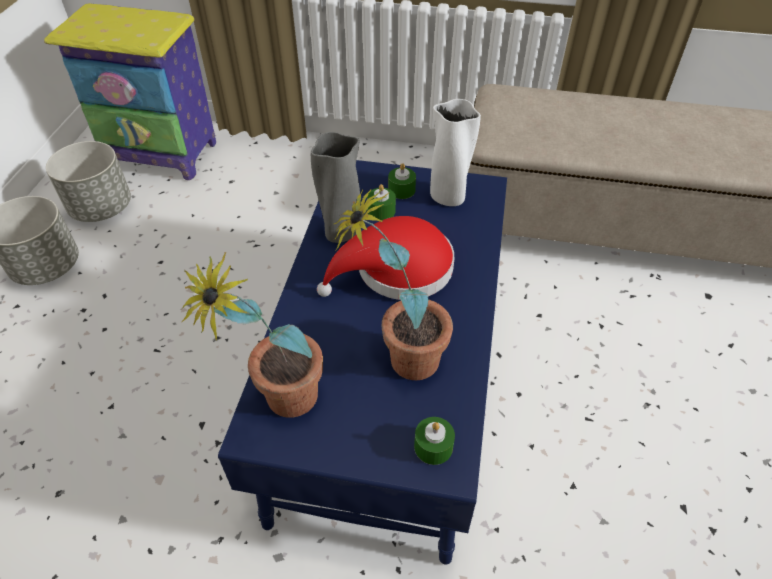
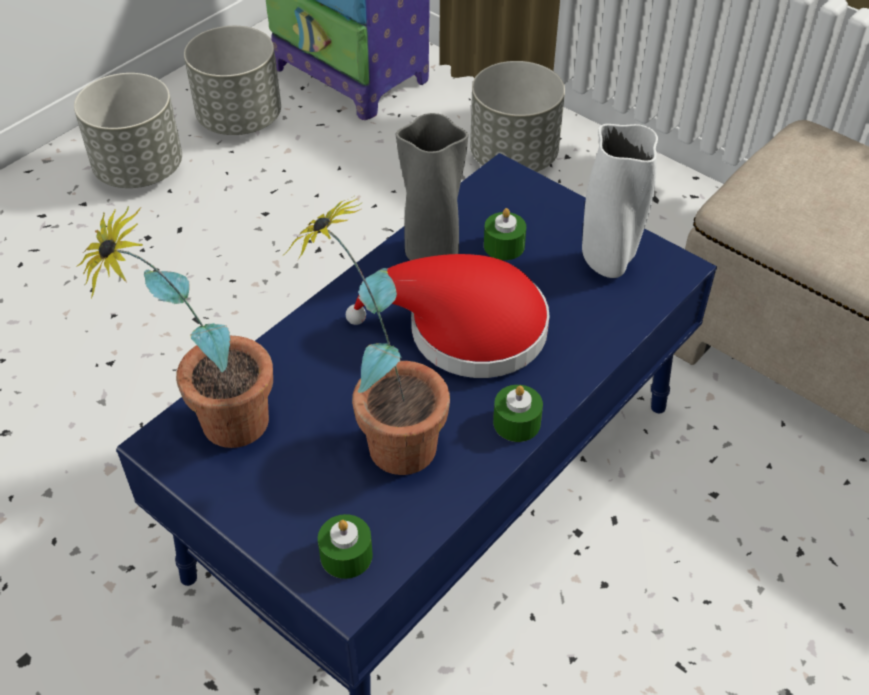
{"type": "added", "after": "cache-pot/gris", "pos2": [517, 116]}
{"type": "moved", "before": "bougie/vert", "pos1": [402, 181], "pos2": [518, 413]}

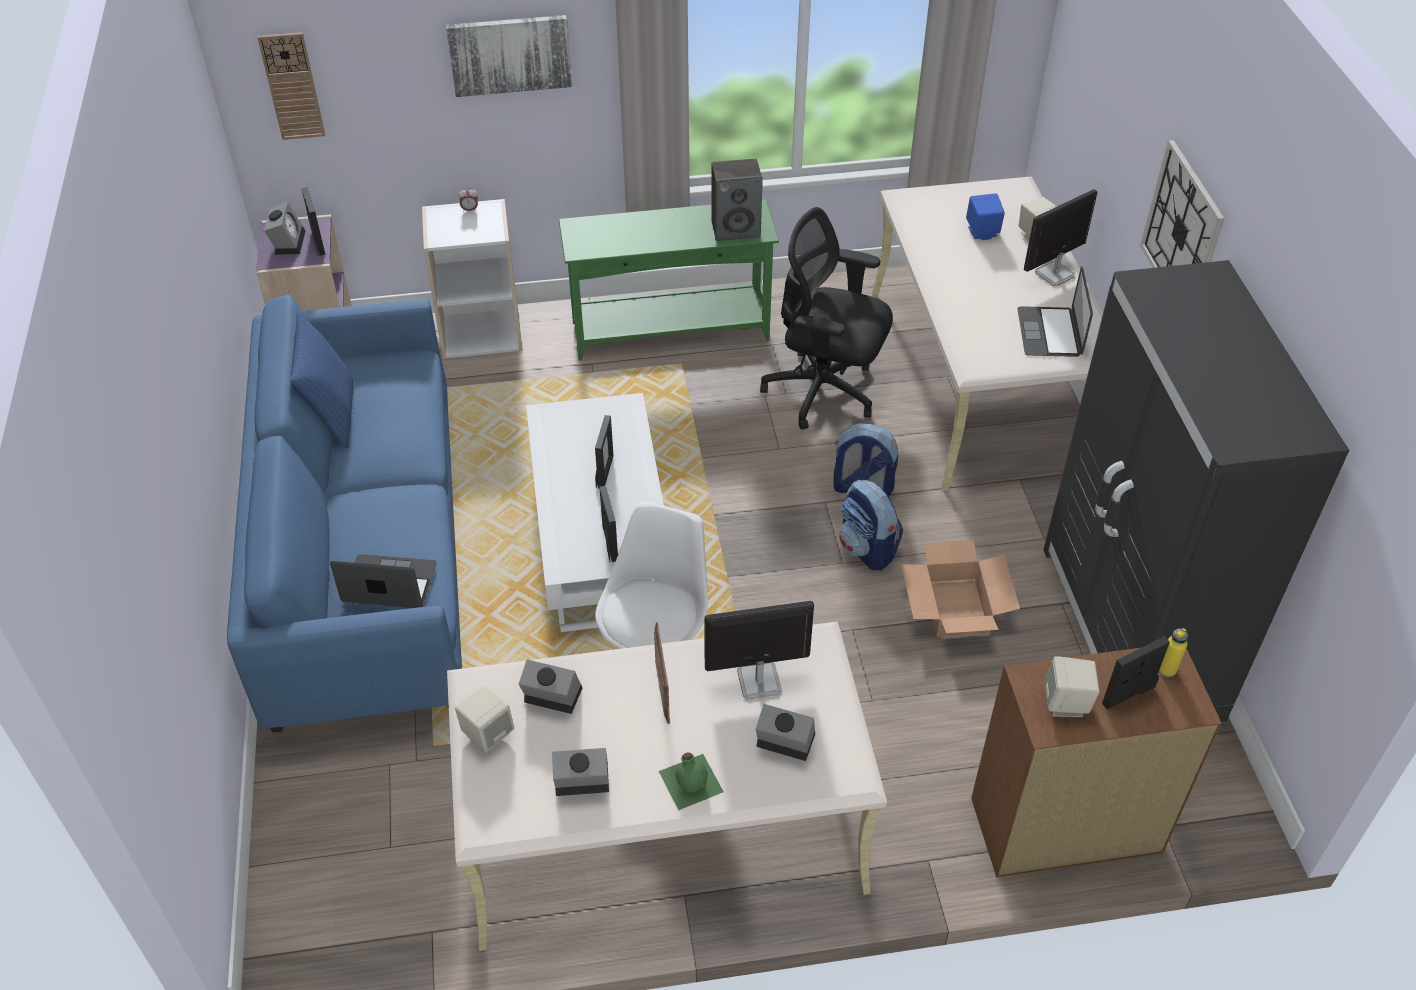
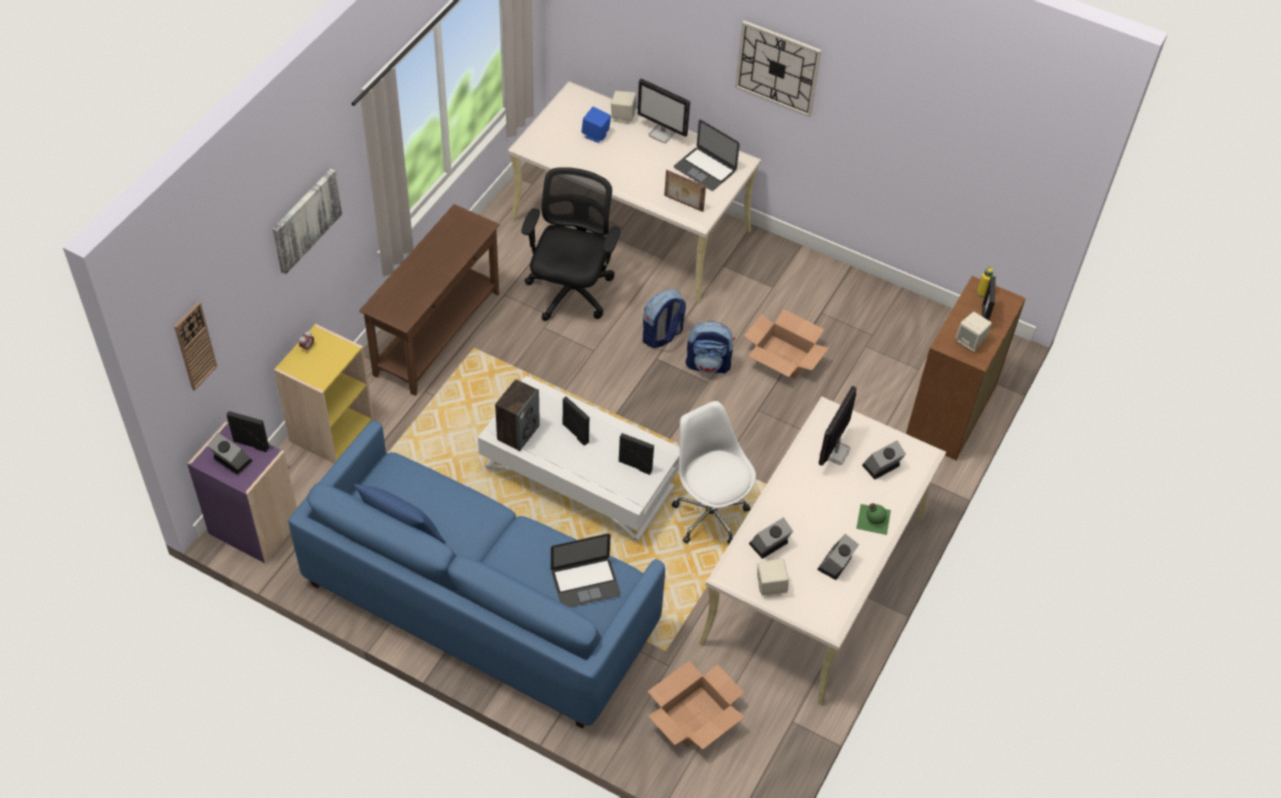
{"type": "recoloured", "before": "bibliothèque/blanc", "after": "bibliothèque/jaune", "pos1": [472, 279], "pos2": [324, 394]}
{"type": "recoloured", "before": "table console/vert", "after": "table console/marron", "pos1": [669, 280], "pos2": [429, 300]}
{"type": "moved", "before": "enceinte", "pos1": [737, 199], "pos2": [517, 415]}
{"type": "turned", "before": "chaise de bureau/noir", "pos1": [826, 318], "pos2": [570, 244], "turn": 135}
{"type": "turned", "before": "ordinateur portable", "pos1": [383, 581], "pos2": [586, 570], "turn": -150}
{"type": "turned", "before": "écran d'ordinateur", "pos1": [1060, 237], "pos2": [663, 110], "turn": -60}
{"type": "added", "after": "carton", "pos2": [696, 705]}
{"type": "moved", "before": "cadre photo", "pos1": [662, 673], "pos2": [685, 191]}
{"type": "removed", "before": "meuble de rangement/noir", "pos1": [1196, 491]}

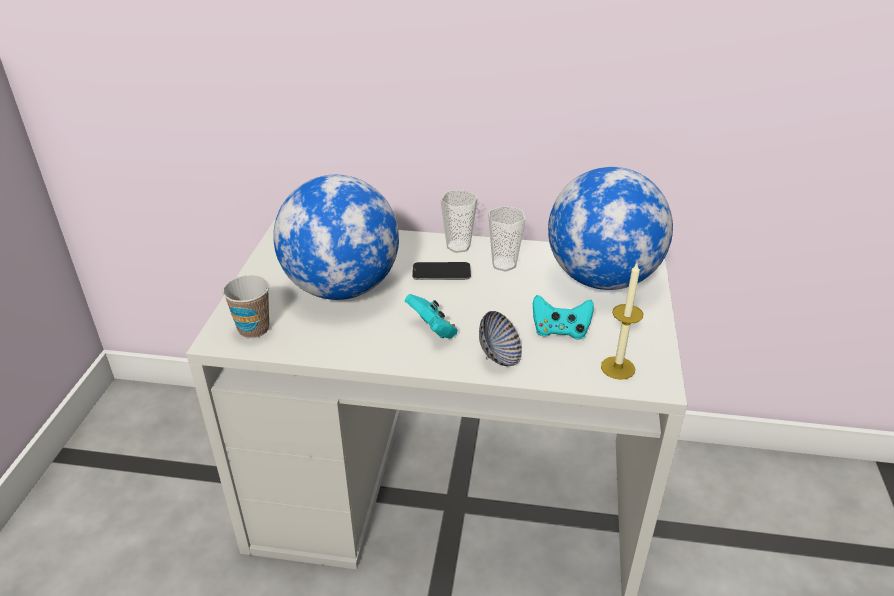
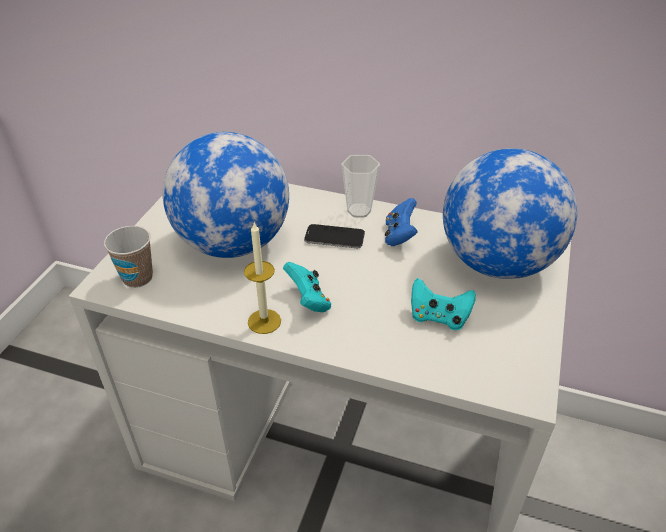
{"type": "moved", "before": "bougie", "pos1": [622, 321], "pos2": [262, 278]}
{"type": "replaced", "before": "tasse", "after": "manette/bleu", "pos1": [507, 238], "pos2": [401, 222]}
{"type": "removed", "before": "bol", "pos1": [500, 338]}

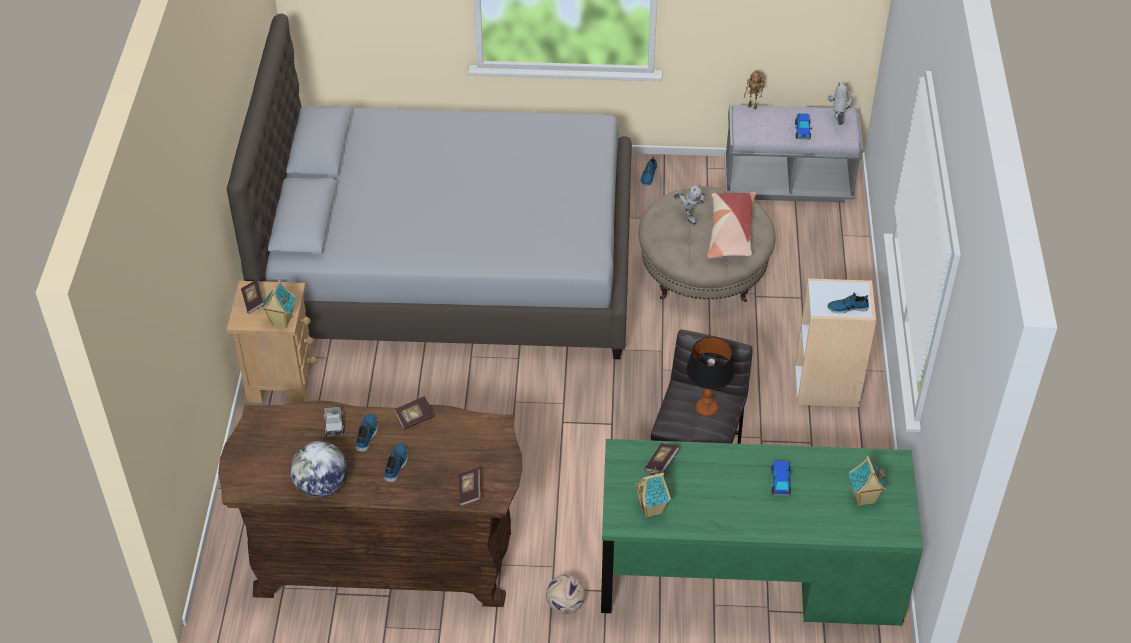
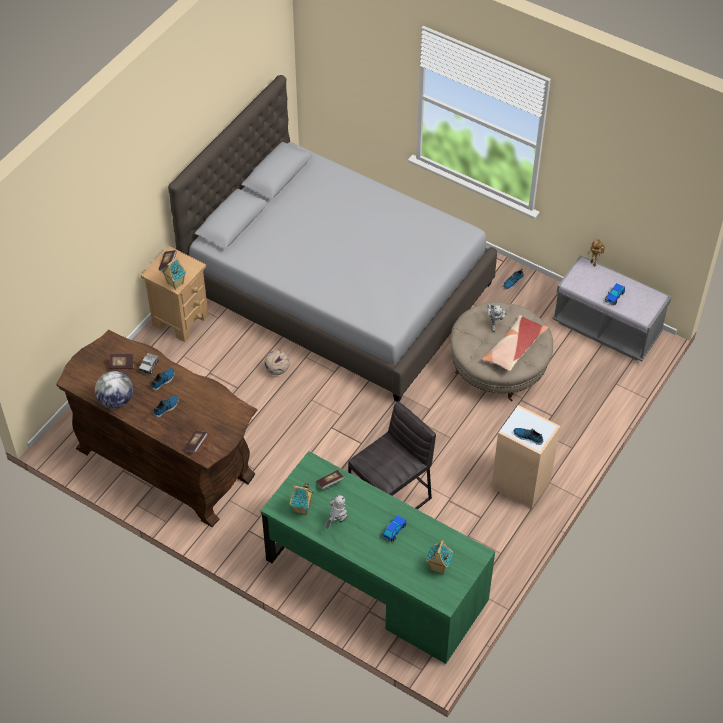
{"type": "moved", "before": "livre", "pos1": [414, 413], "pos2": [121, 361]}
{"type": "moved", "before": "ballon de foot", "pos1": [565, 594], "pos2": [277, 362]}
{"type": "moved", "before": "robot jouet", "pos1": [840, 104], "pos2": [336, 511]}
{"type": "removed", "before": "lampe de table", "pos1": [710, 377]}

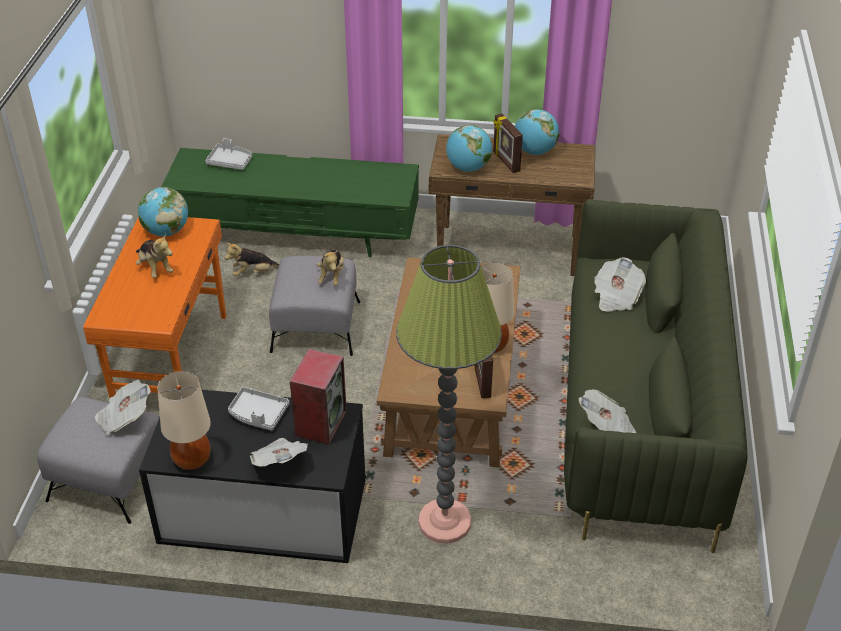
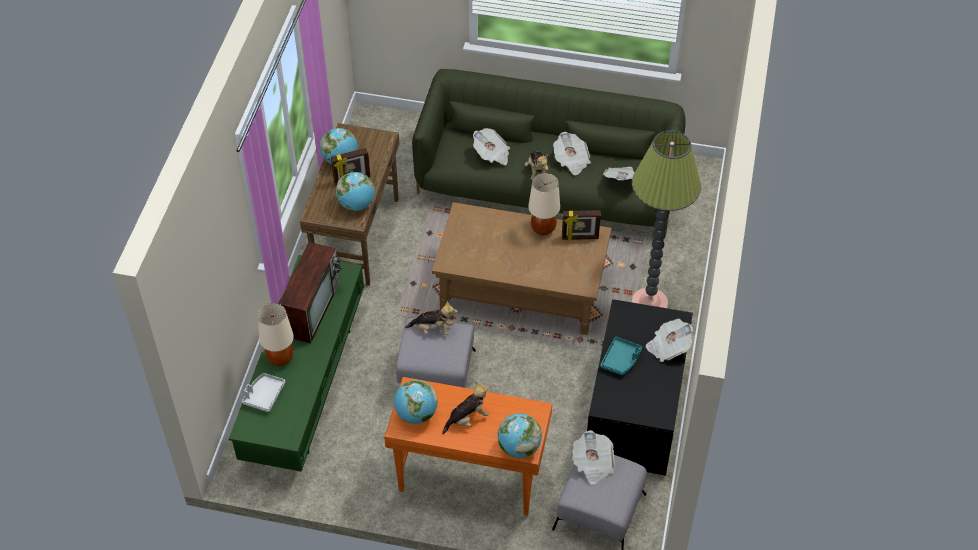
{"type": "moved", "before": "lampe de table/beige", "pos1": [184, 420], "pos2": [276, 334]}
{"type": "added", "after": "téléviseur", "pos2": [310, 293]}
{"type": "added", "after": "globe", "pos2": [520, 435]}
{"type": "moved", "before": "peluche", "pos1": [252, 259], "pos2": [536, 165]}
{"type": "added", "after": "journal", "pos2": [572, 153]}
{"type": "recoloured", "before": "plateau/gris", "after": "plateau/turquoise", "pos1": [258, 409], "pos2": [621, 356]}
{"type": "removed", "before": "enceinte", "pos1": [318, 397]}

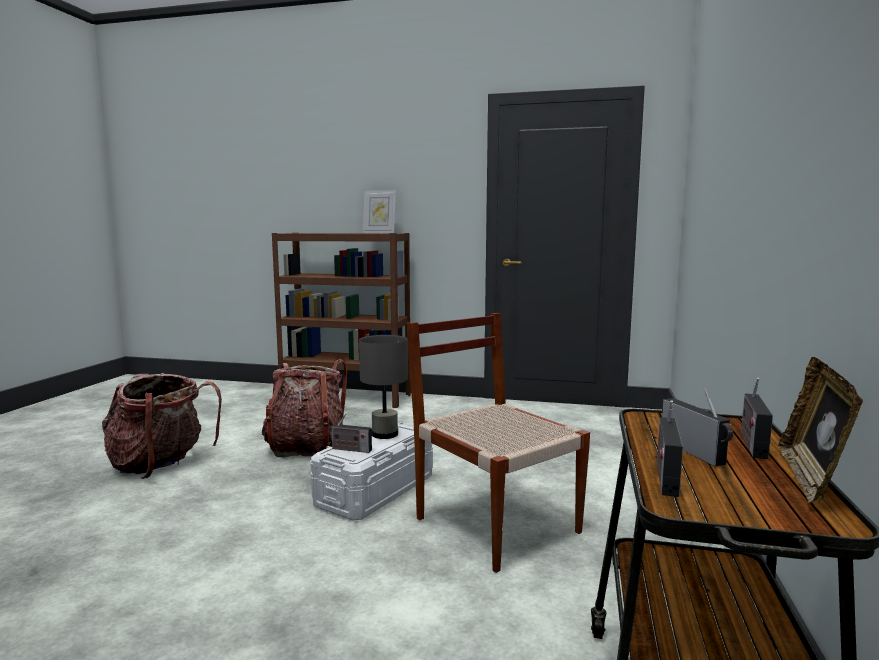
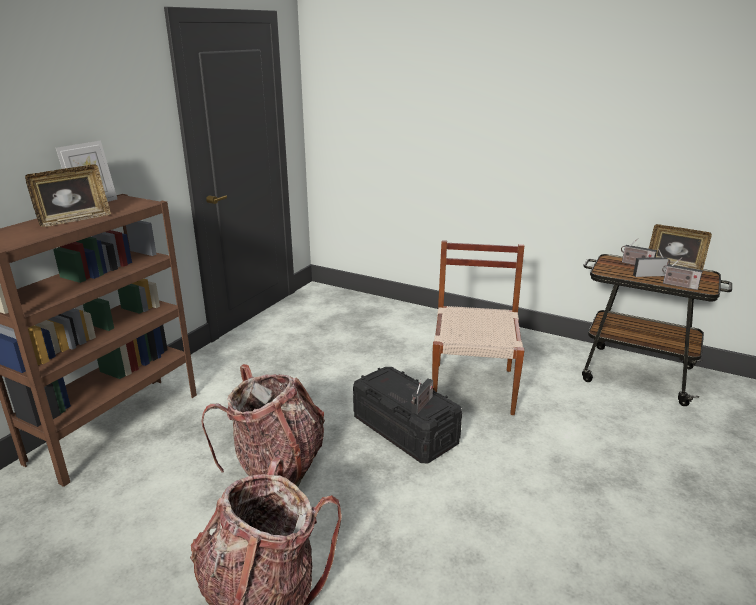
{"type": "added", "after": "cadre photo", "pos2": [68, 195]}
{"type": "recoloured", "before": "boîte de rangement/blanc", "after": "boîte de rangement/noir", "pos1": [372, 471], "pos2": [407, 415]}
{"type": "turned", "before": "chaise", "pos1": [498, 443], "pos2": [478, 327], "turn": 120}
{"type": "removed", "before": "lampe de table/gris", "pos1": [383, 387]}

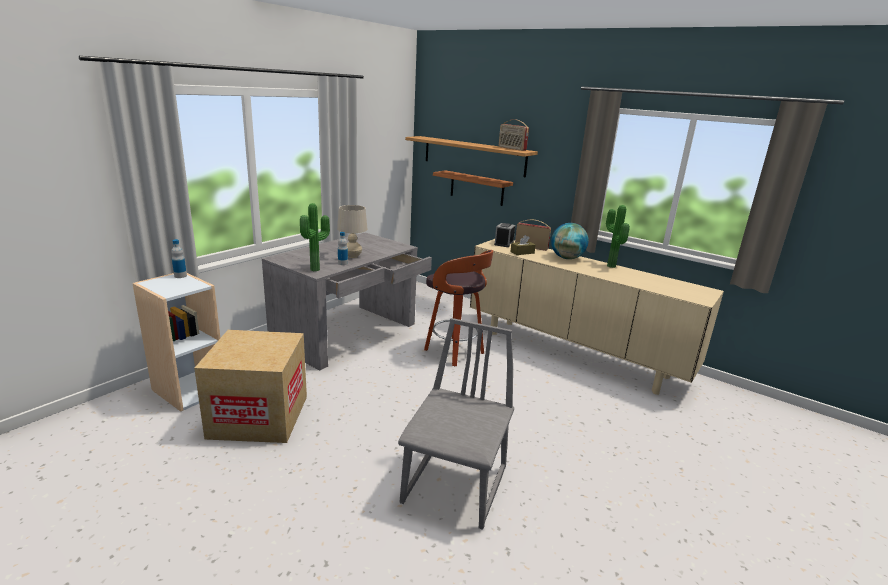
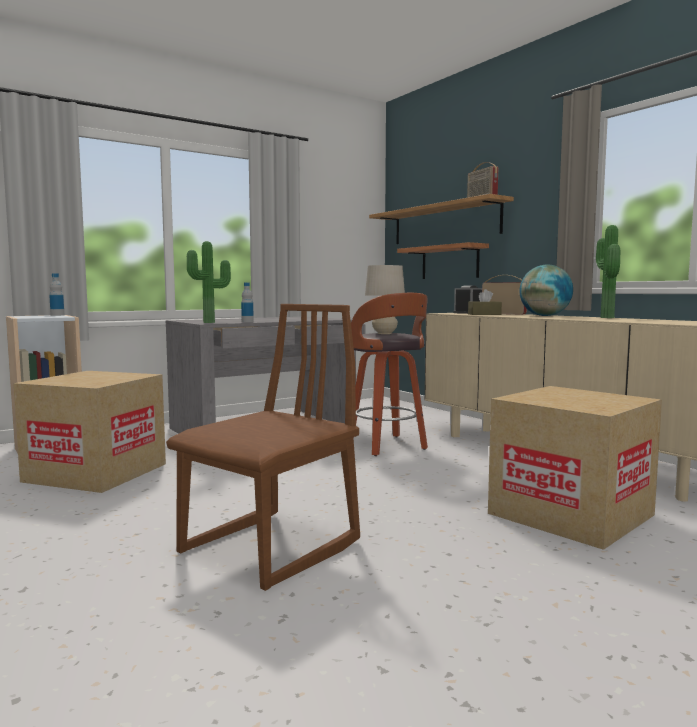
{"type": "recoloured", "before": "chaise/gris", "after": "chaise/marron", "pos1": [456, 424], "pos2": [263, 447]}
{"type": "moved", "before": "lampe de table/beige", "pos1": [352, 231], "pos2": [385, 299]}
{"type": "added", "after": "carton", "pos2": [575, 468]}

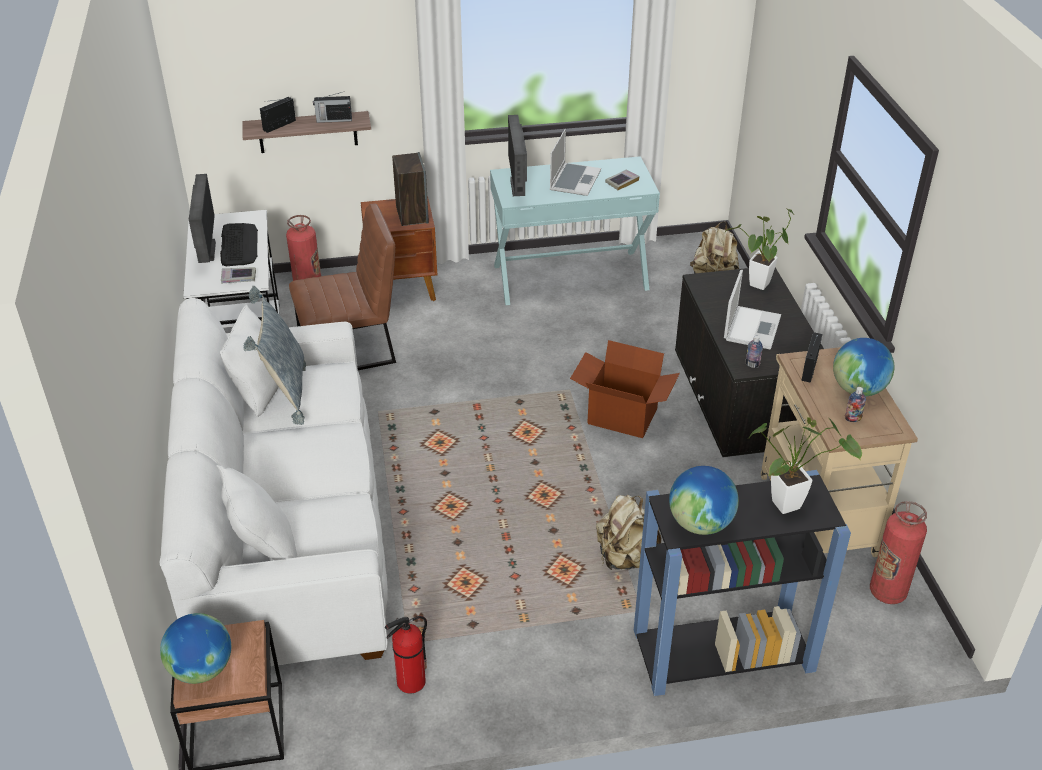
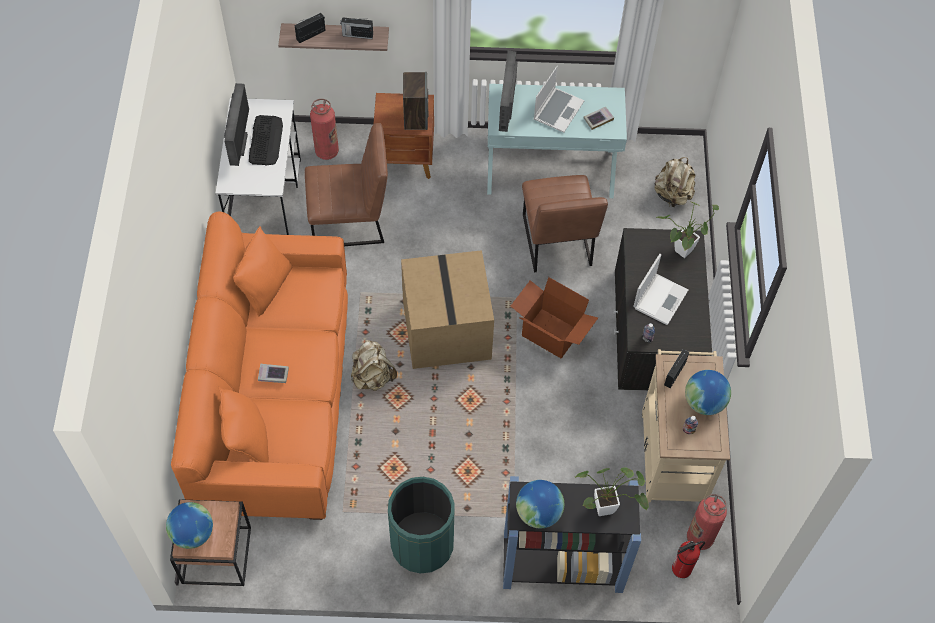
{"type": "recoloured", "before": "canapé/blanc", "after": "canapé/orange", "pos1": [274, 482], "pos2": [259, 365]}
{"type": "moved", "before": "livre", "pos1": [238, 275], "pos2": [273, 373]}
{"type": "moved", "before": "sac à dos/beige", "pos1": [628, 532], "pos2": [374, 365]}
{"type": "added", "after": "poubelle/vert", "pos2": [421, 525]}
{"type": "added", "after": "carton", "pos2": [447, 309]}
{"type": "added", "after": "chaise/marron", "pos2": [565, 224]}
{"type": "moved", "before": "extincteur", "pos1": [406, 654], "pos2": [688, 559]}
{"type": "removed", "before": "coussin", "pos1": [274, 355]}

